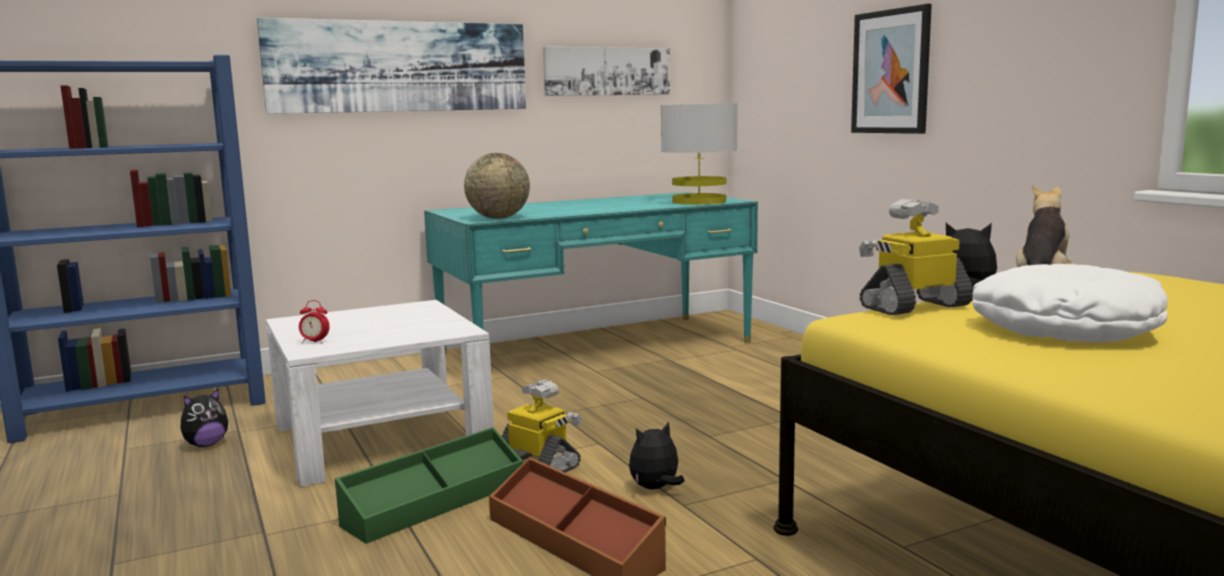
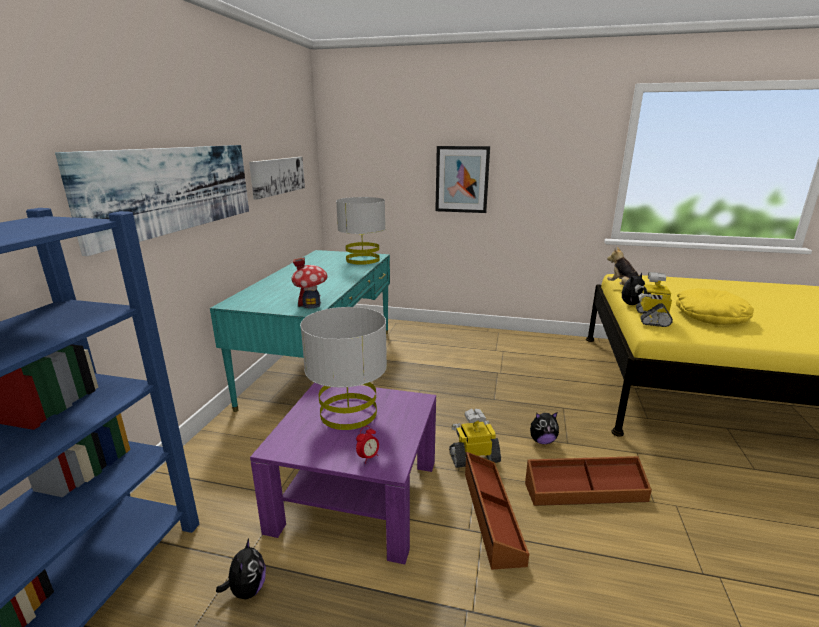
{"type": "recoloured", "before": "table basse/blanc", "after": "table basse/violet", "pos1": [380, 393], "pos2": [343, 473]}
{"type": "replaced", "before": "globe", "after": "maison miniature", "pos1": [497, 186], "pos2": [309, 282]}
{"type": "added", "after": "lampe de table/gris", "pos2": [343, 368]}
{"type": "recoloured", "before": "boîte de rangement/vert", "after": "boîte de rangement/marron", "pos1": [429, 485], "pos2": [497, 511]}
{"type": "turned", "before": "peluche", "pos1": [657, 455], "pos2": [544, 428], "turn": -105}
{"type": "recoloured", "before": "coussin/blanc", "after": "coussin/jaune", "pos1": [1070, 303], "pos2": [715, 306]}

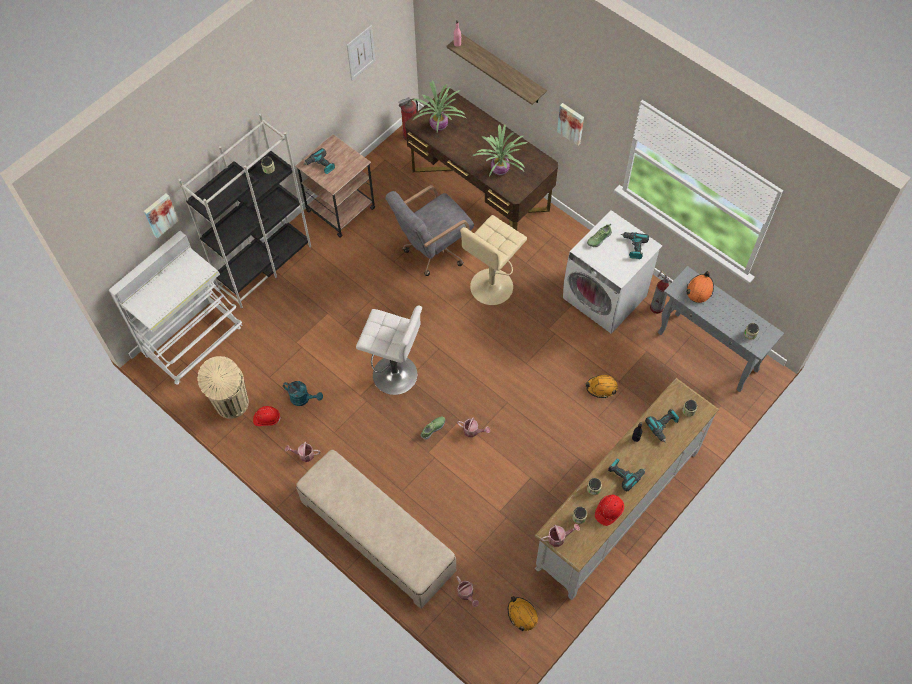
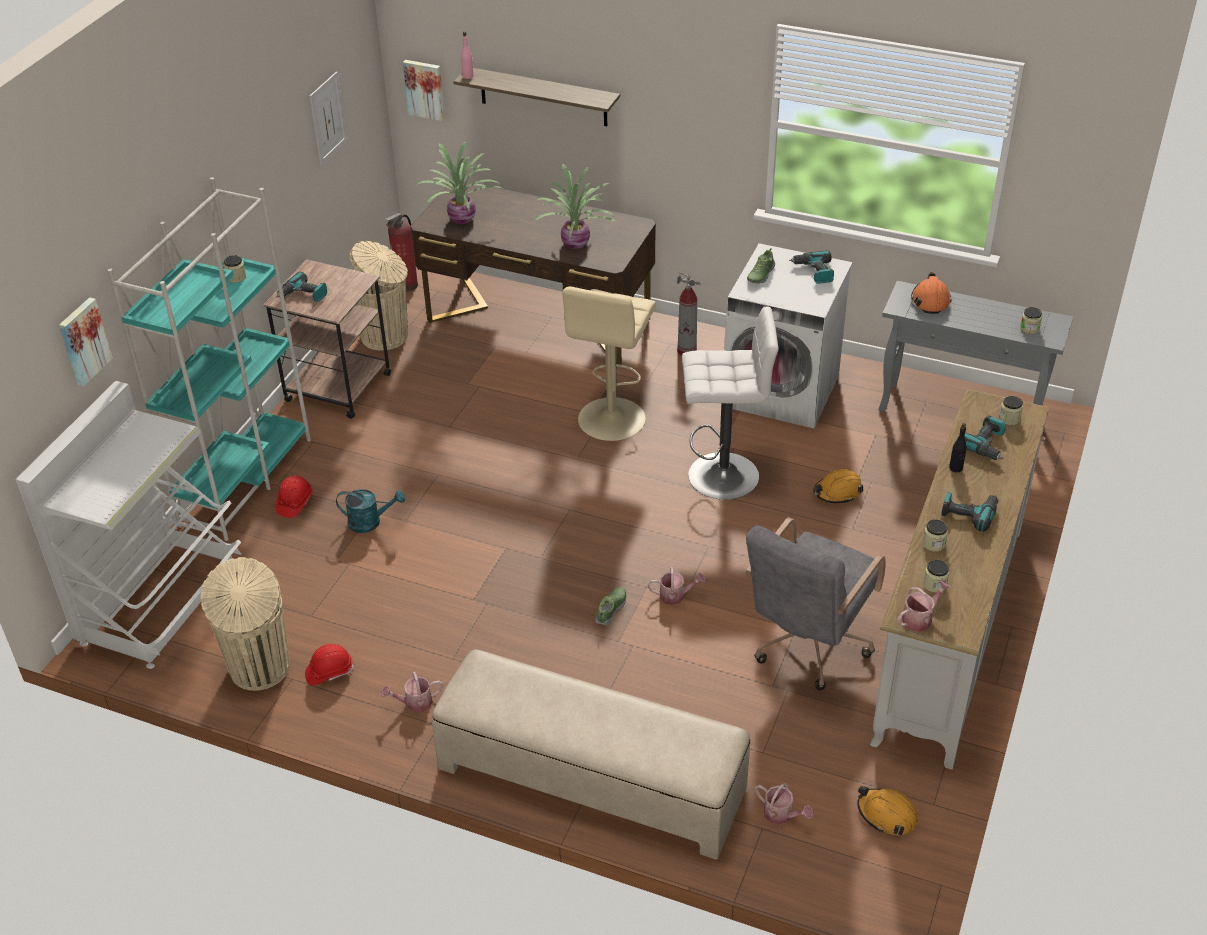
{"type": "recoloured", "before": "bibliothèque/noir", "after": "bibliothèque/turquoise", "pos1": [244, 211], "pos2": [209, 359]}
{"type": "moved", "before": "casque de chantier/rouge", "pos1": [609, 510], "pos2": [294, 497]}
{"type": "moved", "before": "arrosoir/turquoise", "pos1": [303, 393], "pos2": [370, 511]}
{"type": "added", "after": "poubelle/beige", "pos2": [379, 296]}
{"type": "moved", "before": "tableau", "pos1": [570, 124], "pos2": [424, 90]}
{"type": "moved", "before": "extincteur", "pos1": [661, 292], "pos2": [689, 314]}
{"type": "moved", "before": "tabouret/blanc", "pos1": [389, 350], "pos2": [730, 403]}
{"type": "moved", "before": "chaise de bureau/gris", "pos1": [429, 230], "pos2": [816, 603]}

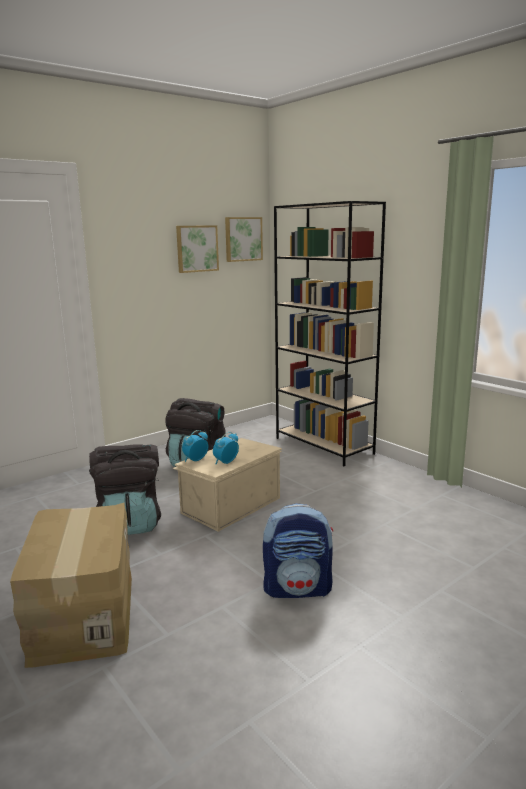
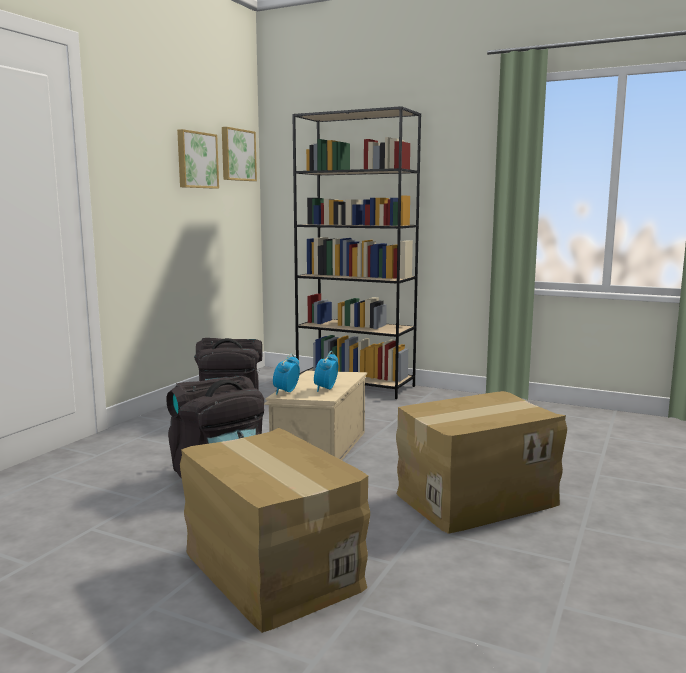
{"type": "replaced", "before": "sac à dos", "after": "carton", "pos1": [298, 550], "pos2": [481, 462]}

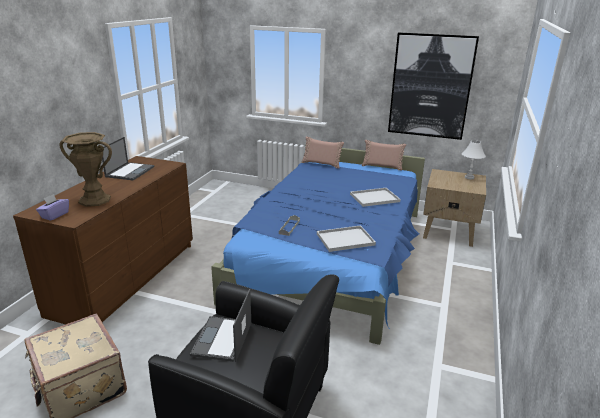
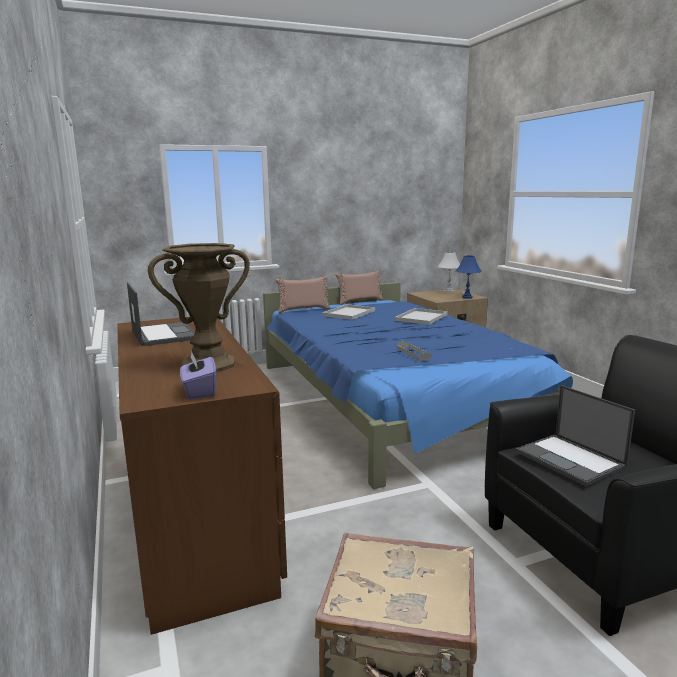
{"type": "moved", "before": "plateau/blanc", "pos1": [346, 238], "pos2": [348, 312]}
{"type": "added", "after": "lampe de table/bleu", "pos2": [469, 277]}
{"type": "removed", "before": "tableau", "pos1": [433, 86]}

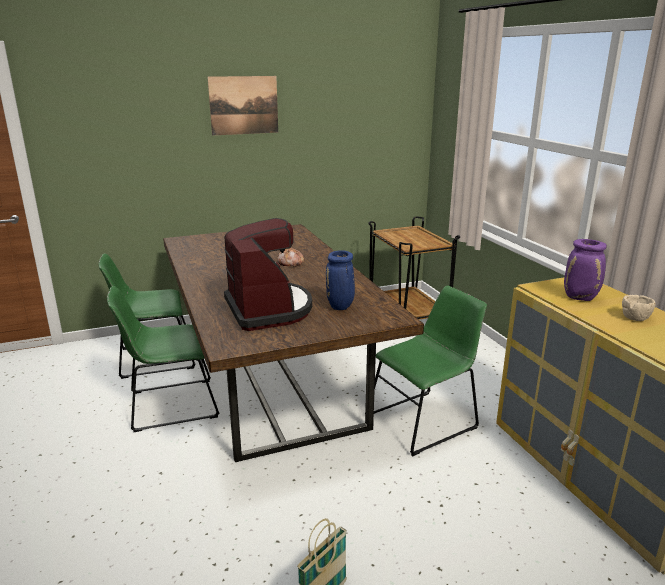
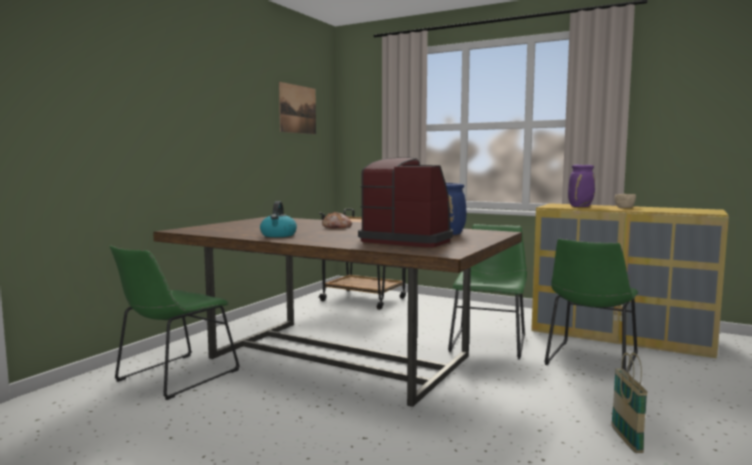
{"type": "added", "after": "bouilloire", "pos2": [278, 219]}
{"type": "moved", "before": "tableau", "pos1": [243, 106], "pos2": [297, 108]}
{"type": "moved", "before": "chaise/vert", "pos1": [163, 359], "pos2": [591, 306]}

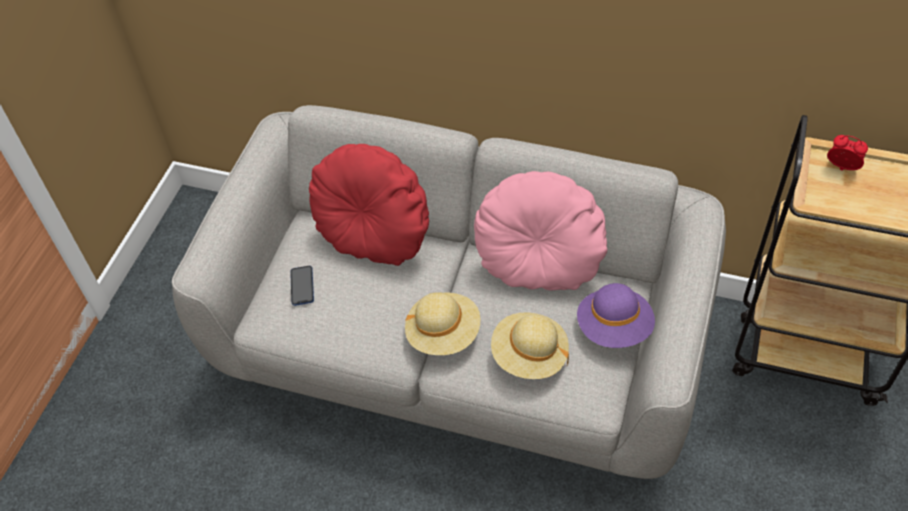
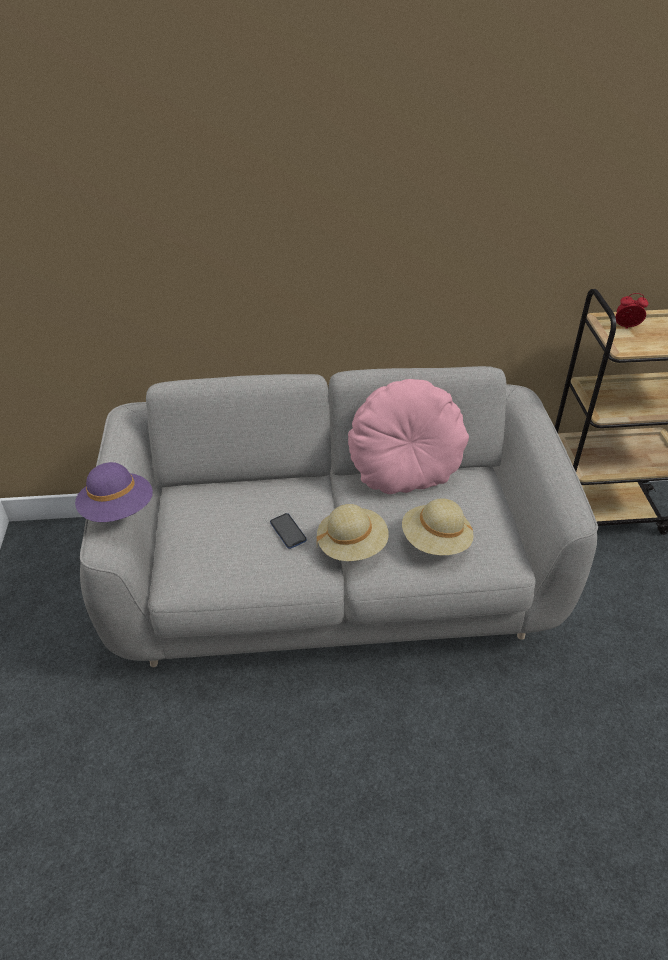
{"type": "moved", "before": "chapeau/violet", "pos1": [616, 315], "pos2": [114, 492]}
{"type": "moved", "before": "téléphone", "pos1": [302, 286], "pos2": [288, 531]}
{"type": "removed", "before": "coussin/rouge", "pos1": [369, 205]}

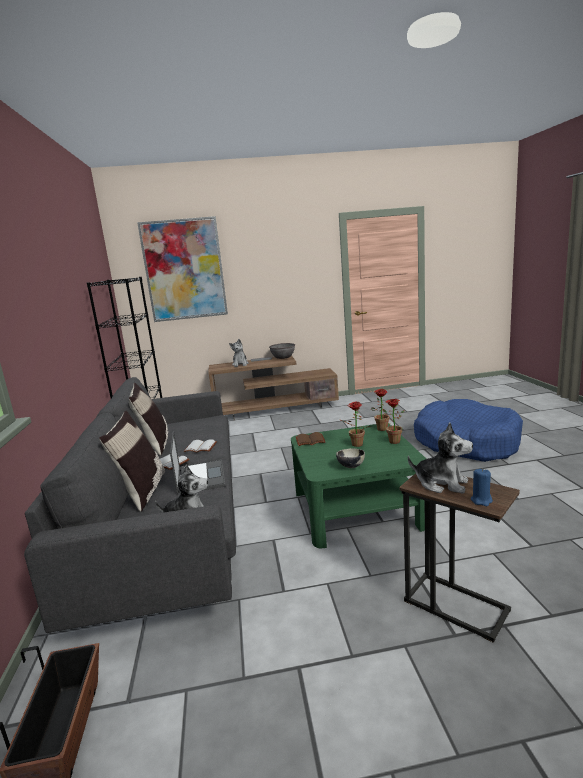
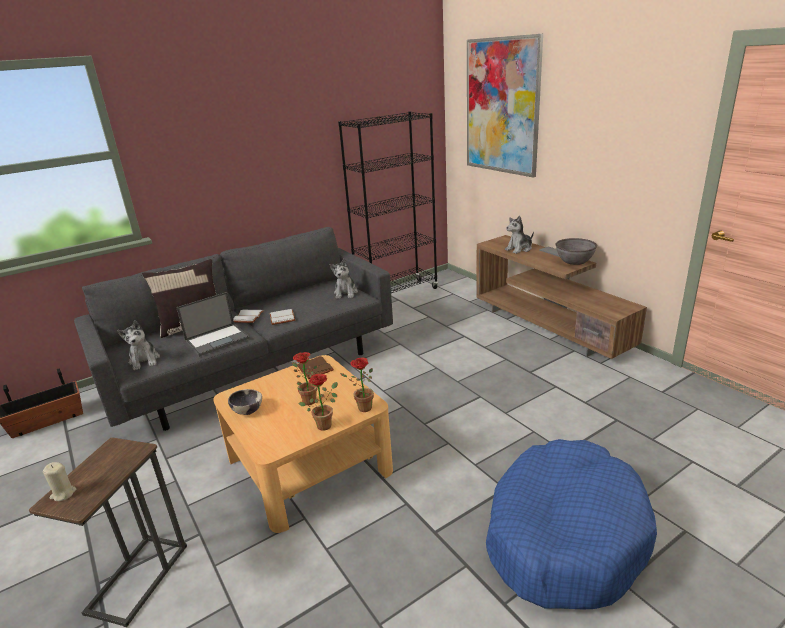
{"type": "recoloured", "before": "bougie/bleu", "after": "bougie/beige", "pos1": [482, 487], "pos2": [60, 481]}
{"type": "recoloured", "before": "table basse/vert", "after": "table basse/beige", "pos1": [358, 486], "pos2": [303, 444]}
{"type": "moved", "before": "peluche", "pos1": [440, 457], "pos2": [344, 279]}
{"type": "removed", "before": "coussin", "pos1": [148, 419]}

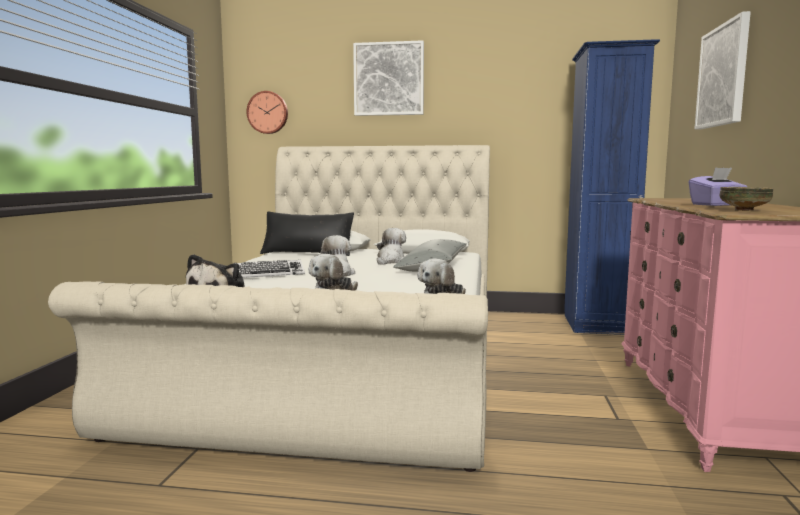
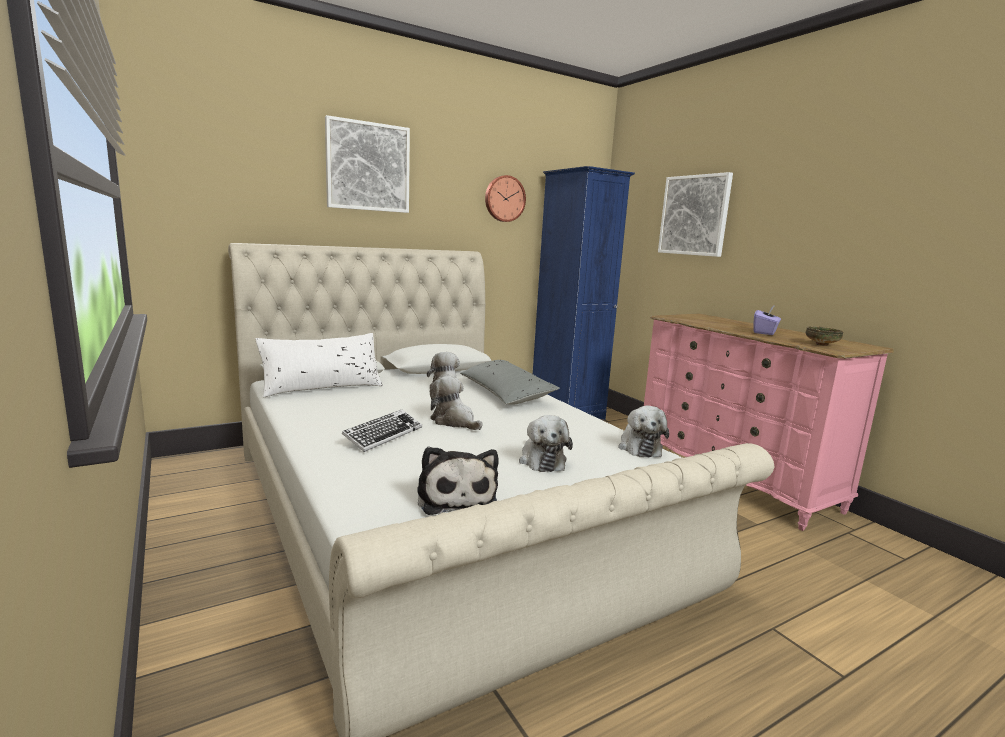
{"type": "recoloured", "before": "coussin/noir", "after": "coussin/blanc", "pos1": [307, 233], "pos2": [319, 365]}
{"type": "moved", "before": "horloge murale", "pos1": [267, 112], "pos2": [505, 198]}

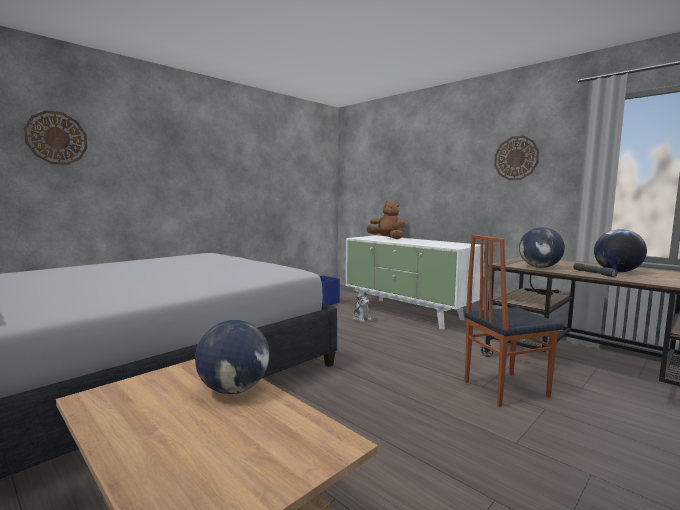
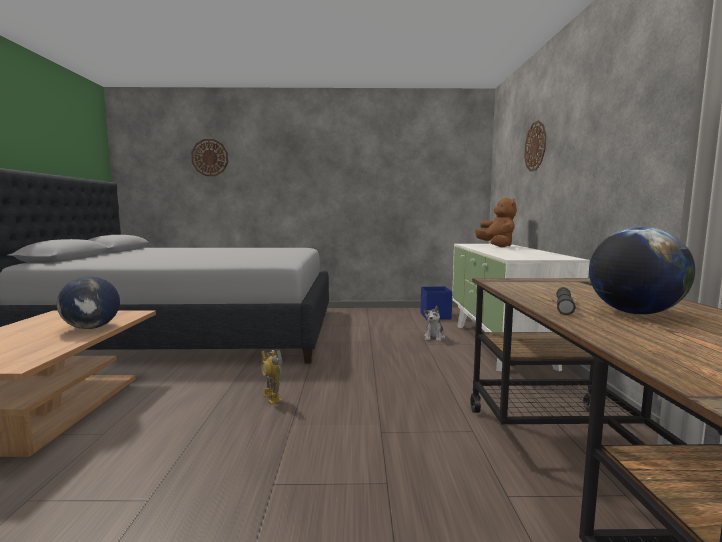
{"type": "added", "after": "robot jouet", "pos2": [271, 377]}
{"type": "moved", "before": "horloge murale", "pos1": [516, 158], "pos2": [535, 146]}
{"type": "removed", "before": "chaise", "pos1": [514, 320]}
{"type": "removed", "before": "globe", "pos1": [542, 247]}

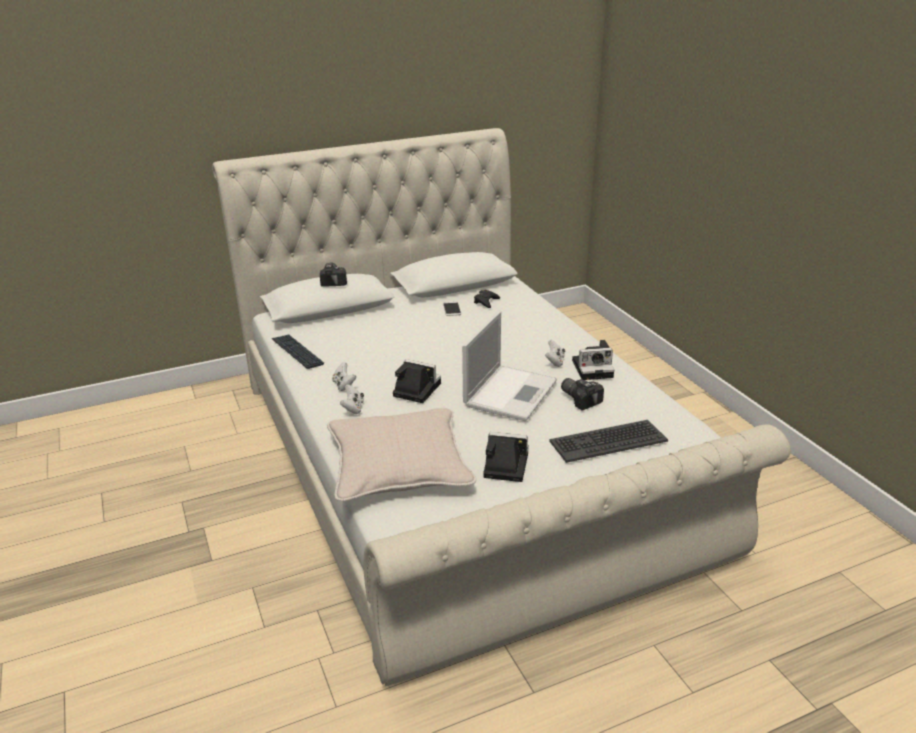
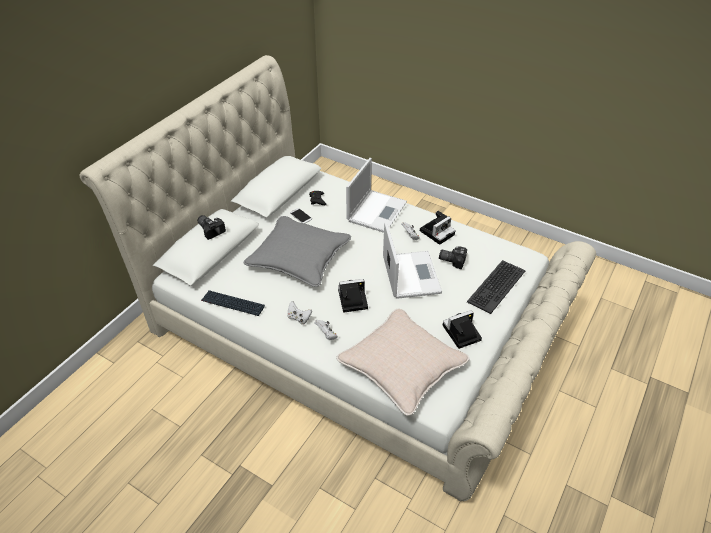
{"type": "added", "after": "coussin/gris", "pos2": [297, 251]}
{"type": "added", "after": "ordinateur portable", "pos2": [376, 195]}

